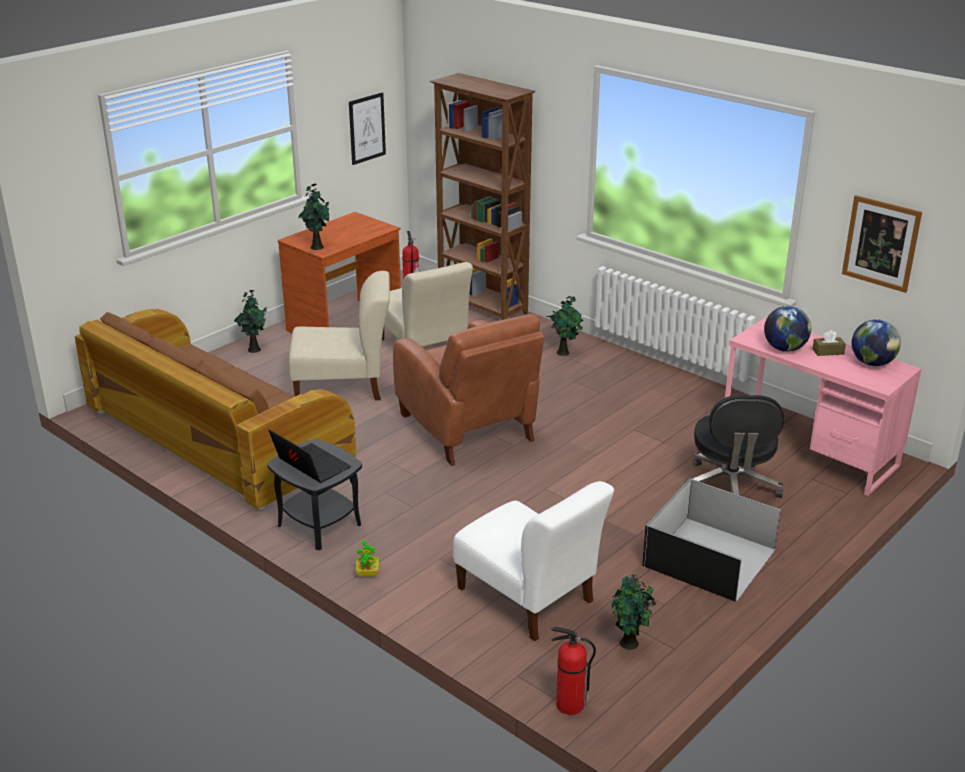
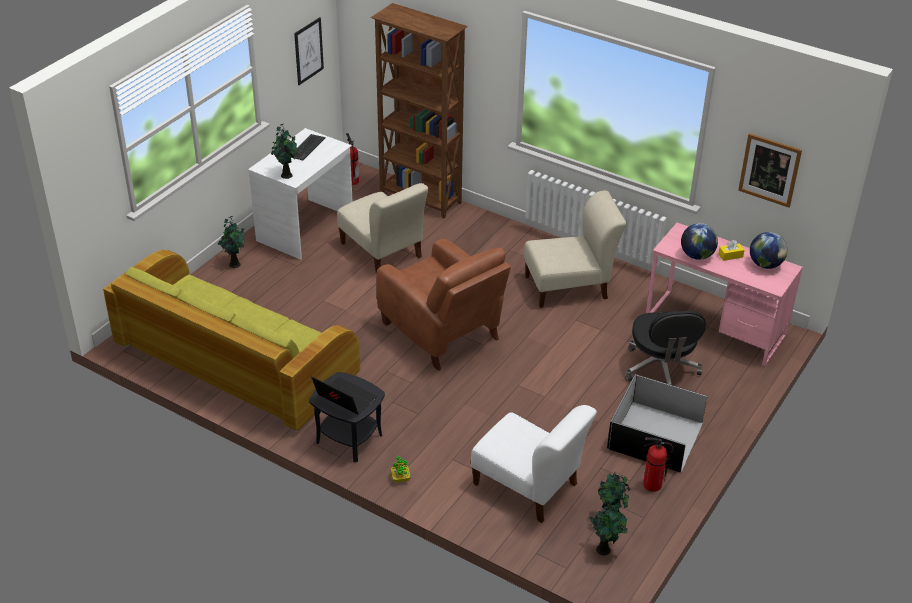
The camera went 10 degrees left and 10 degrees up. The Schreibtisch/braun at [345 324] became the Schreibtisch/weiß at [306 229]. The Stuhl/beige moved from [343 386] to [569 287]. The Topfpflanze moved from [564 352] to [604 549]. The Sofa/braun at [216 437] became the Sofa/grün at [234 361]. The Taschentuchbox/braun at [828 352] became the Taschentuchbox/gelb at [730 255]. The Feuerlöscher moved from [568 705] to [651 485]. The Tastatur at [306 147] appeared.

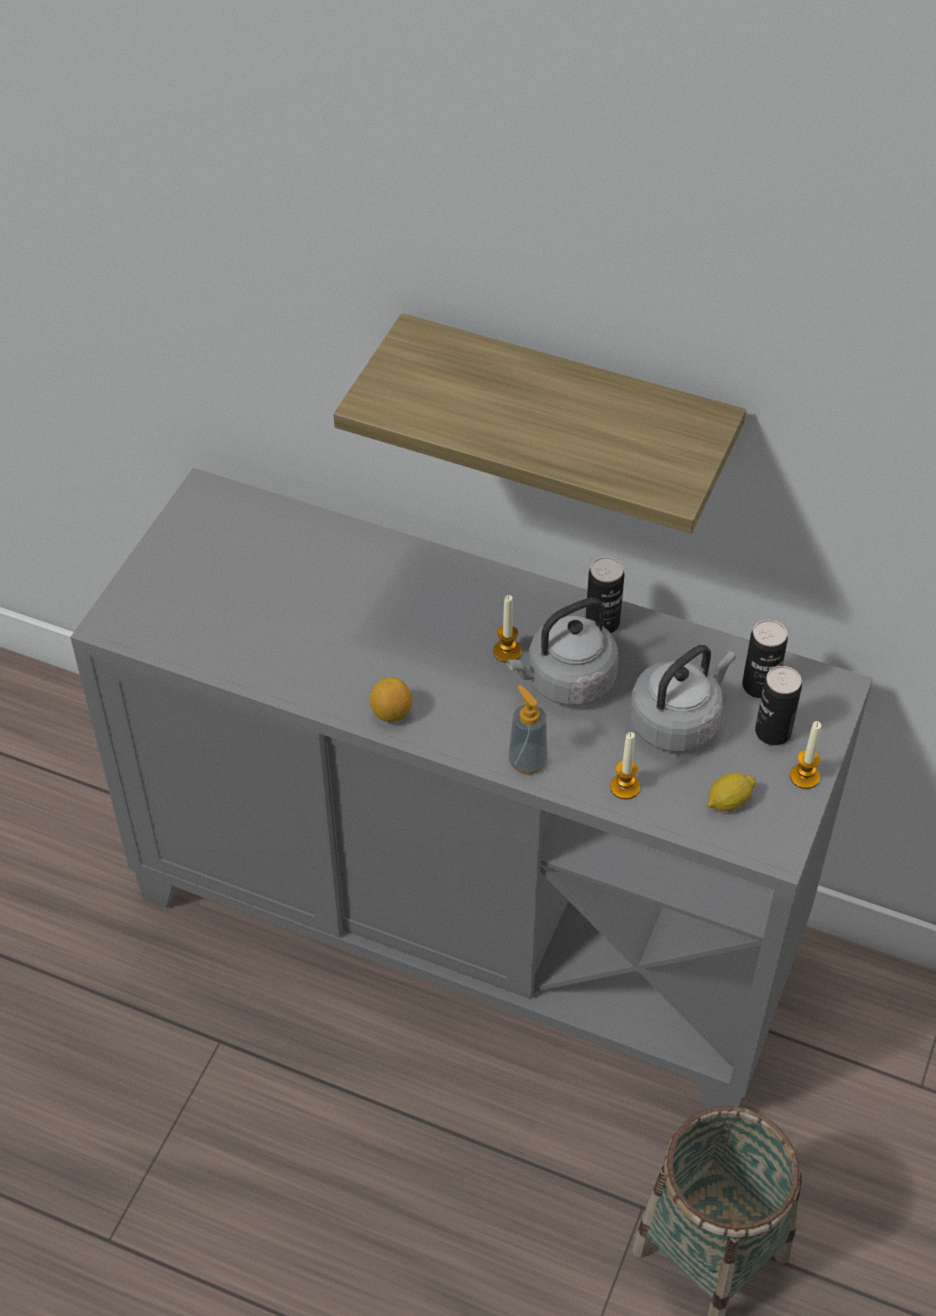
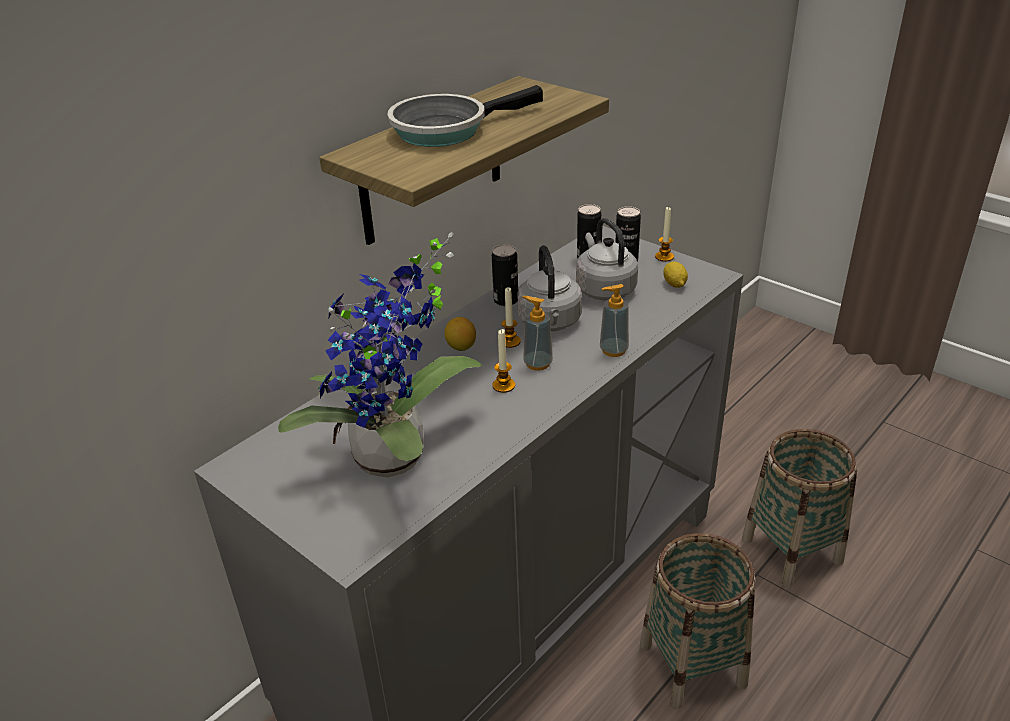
The camera went 70 degrees left and 15 degrees down. The Zitrone moved from [391 713] to [461 347]. The Kerze moved from [624 787] to [503 385]. The Pfanne at [446 129] appeared. The Topfpflanze at [395 462] appeared. The Seifenspender at [537 363] appeared. The Korb at [692 664] appeared.

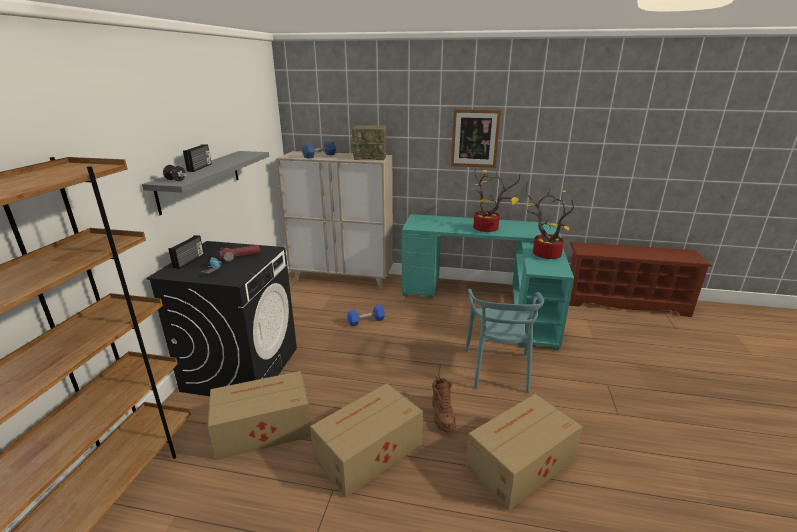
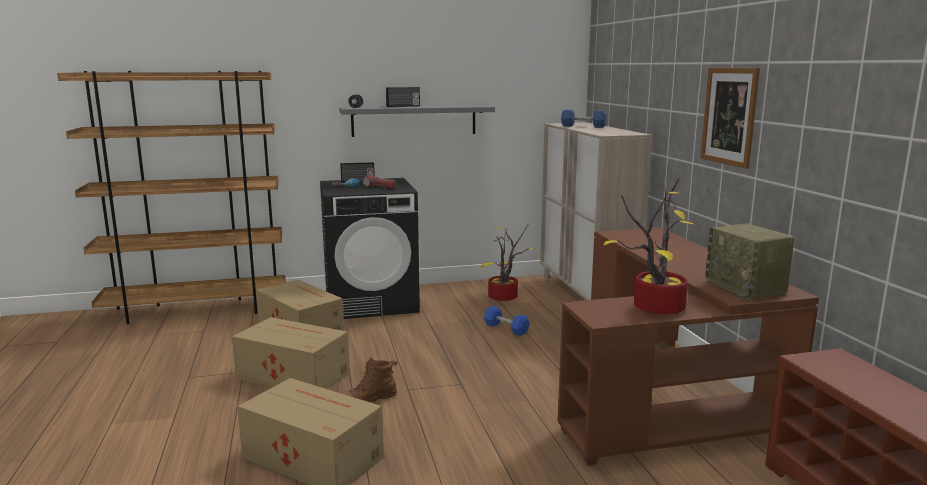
The camera went 65 degrees right and 10 degrees down. The Radio moved from [371 157] to [746 288]. The Topfpflanze moved from [488 229] to [503 298]. The Schreibtisch/türkis at [489 301] became the Schreibtisch/braun at [667 391]. The Stuhl/türkis at [498 369] disappeared.

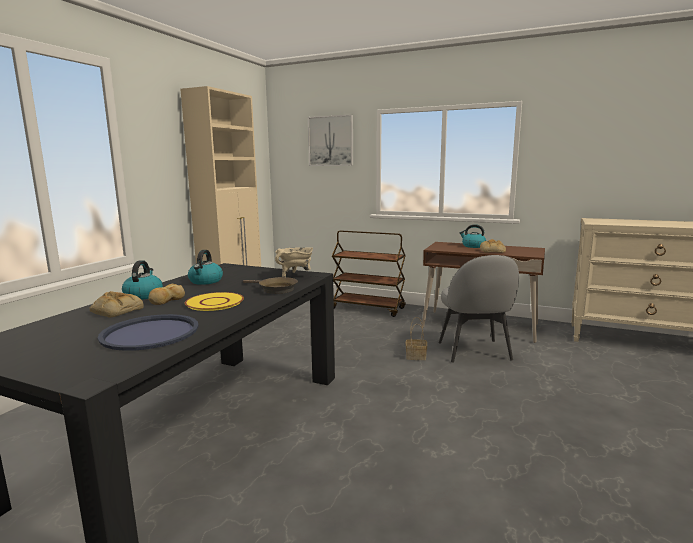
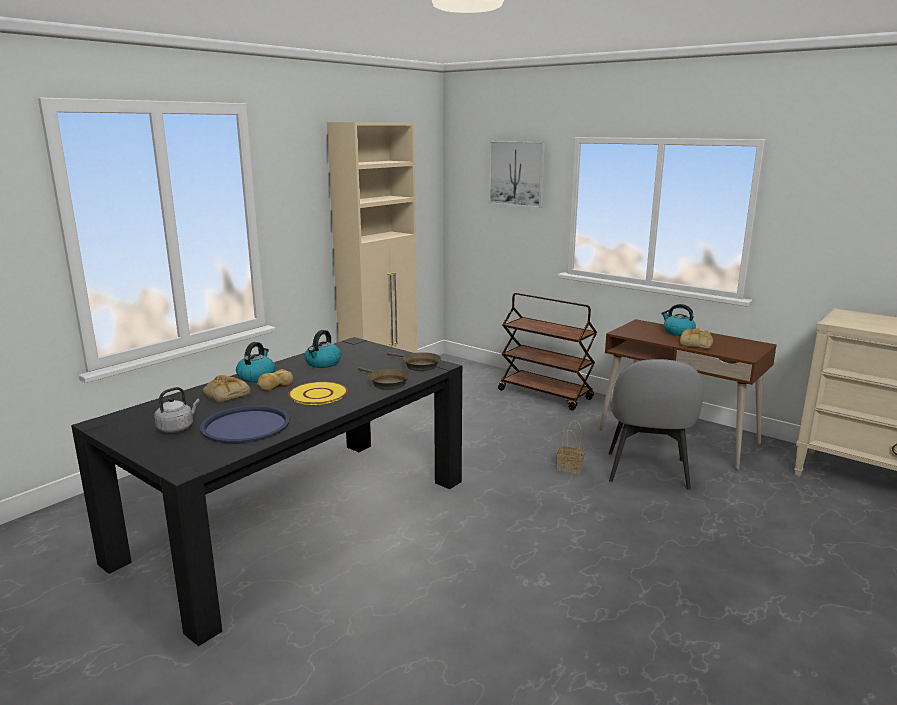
The camera went 15 degrees right and 5 degrees up. The Kochtopf/beige at [295 276] was replaced by the Pfanne/braun at [418 365]. The Wasserkessel/grau at [177 428] appeared.

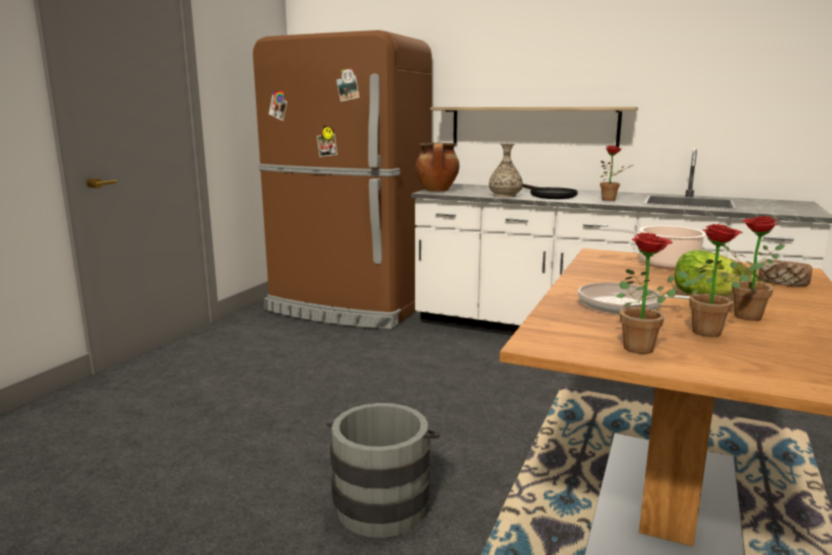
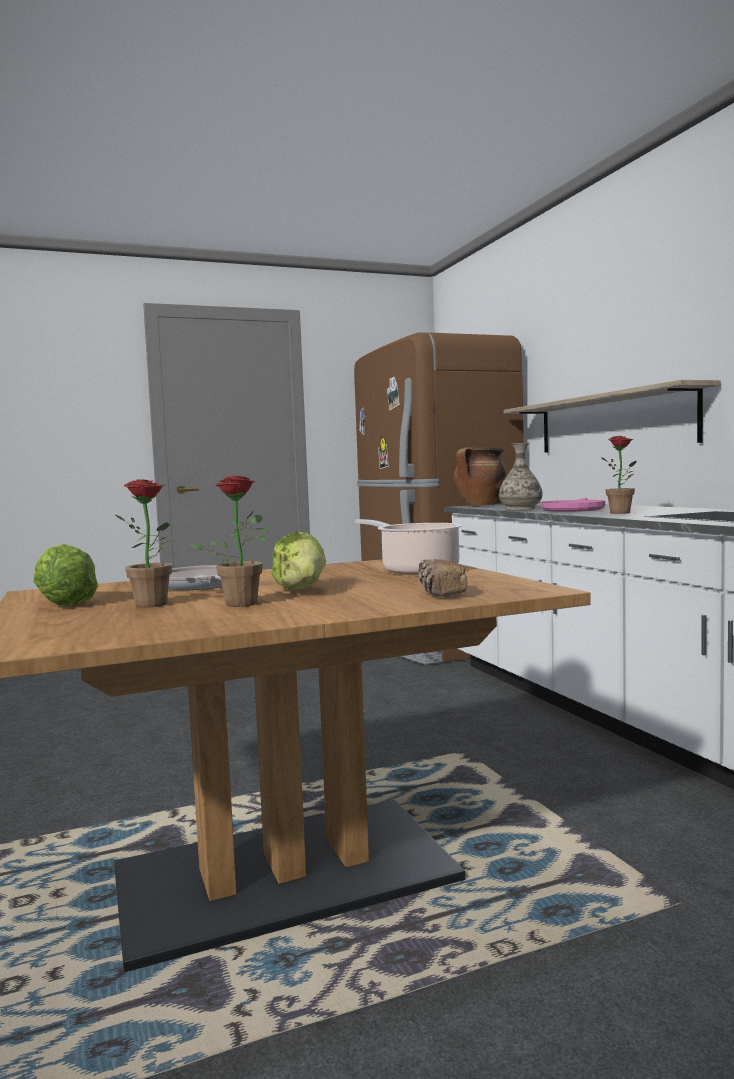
The camera went 45 degrees right and 10 degrees down. The Pfanne/schwarz at [549 195] became the Pfanne/rosa at [573 509]. The Topfpflanze at [645 349] was replaced by the Salatkopf at [64 603]. The Eimer/grau at [383 502] disappeared.

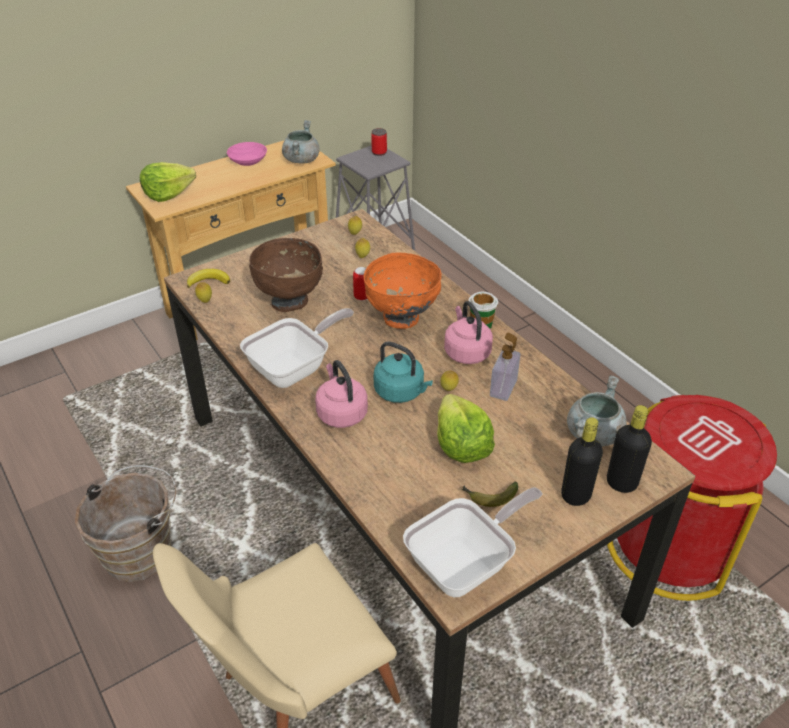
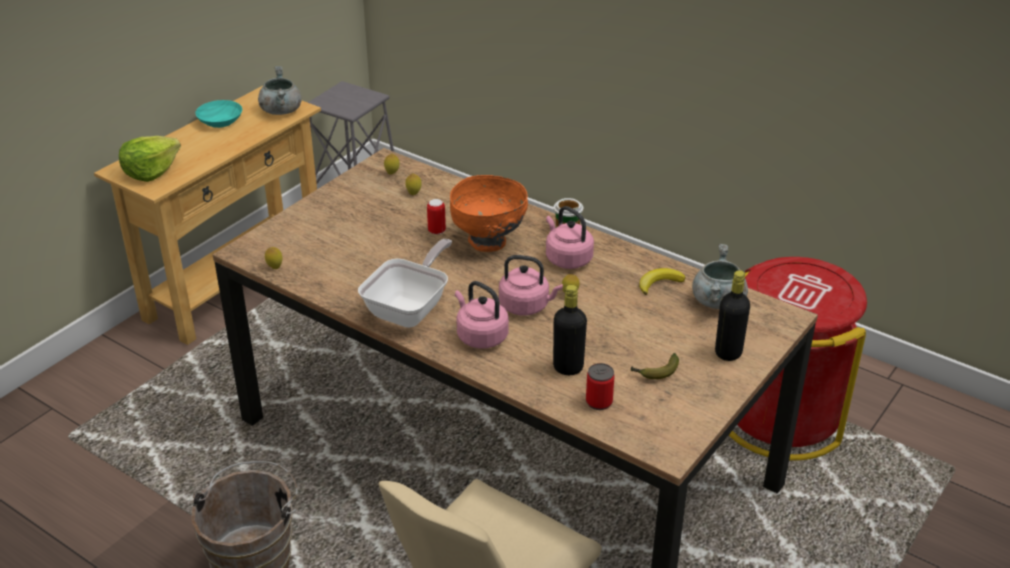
The camera went 20 degrees left and 5 degrees down. The Dose moved from [379 152] to [599 402]. The Schüssel/rosa at [249 160] became the Schüssel/türkis at [221 121]. The Schüssel/braun at [290 301] disappeared. The Banane moved from [208 281] to [659 283]. The Seifenspender at [503 388] disappeared. The Wasserkessel/türkis at [401 392] became the Wasserkessel/rosa at [527 306]. The Salatkopf at [461 445] disappeared. The Flasche/schwarz moved from [621 483] to [568 367]. The Pfanne at [466 564] disappeared.

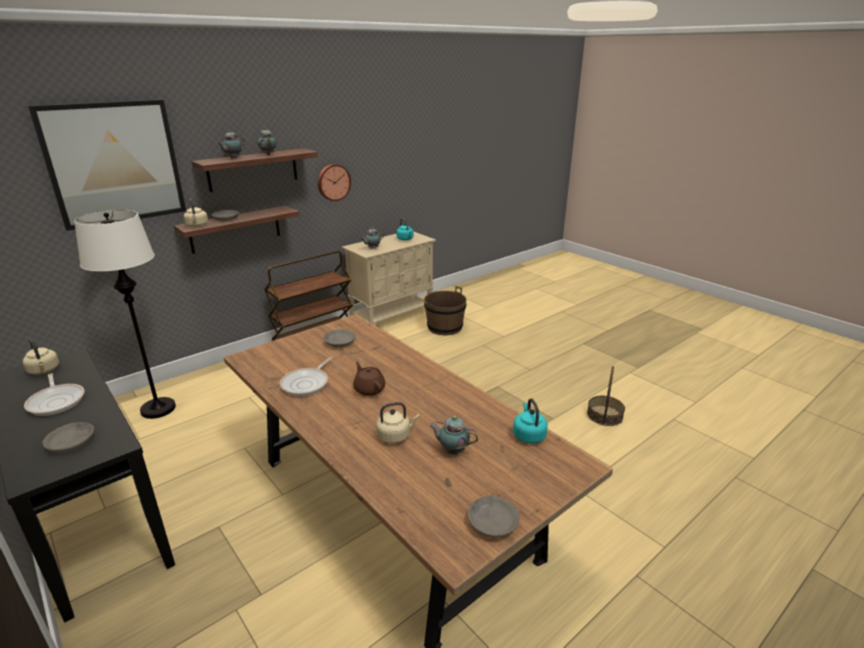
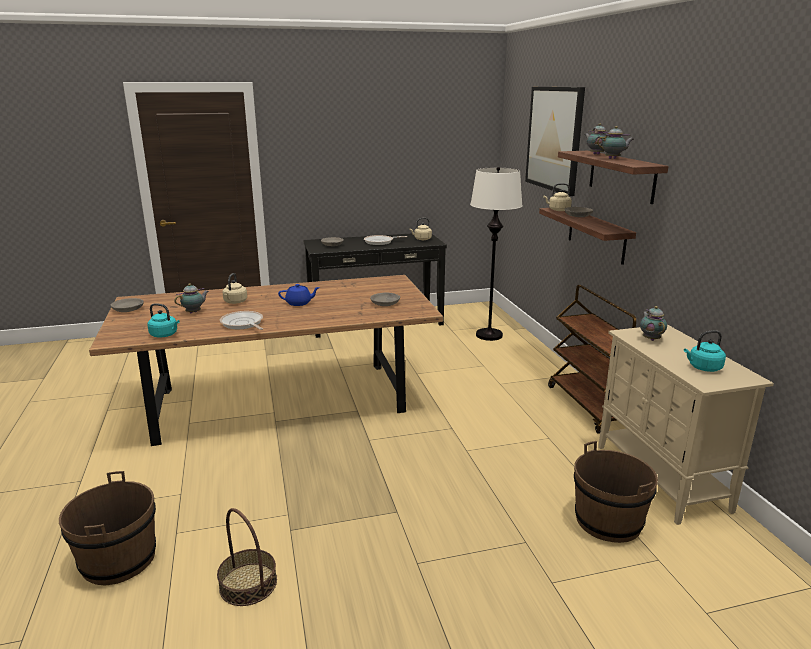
The camera went 115 degrees right and 5 degrees down. The Wanduhr at [333 182] disappeared. The Pfanne moved from [307 383] to [243 324]. The Teekanne/braun at [369 389] became the Teekanne/blau at [299 303]. The Eimer/braun at [118 559] appeared.

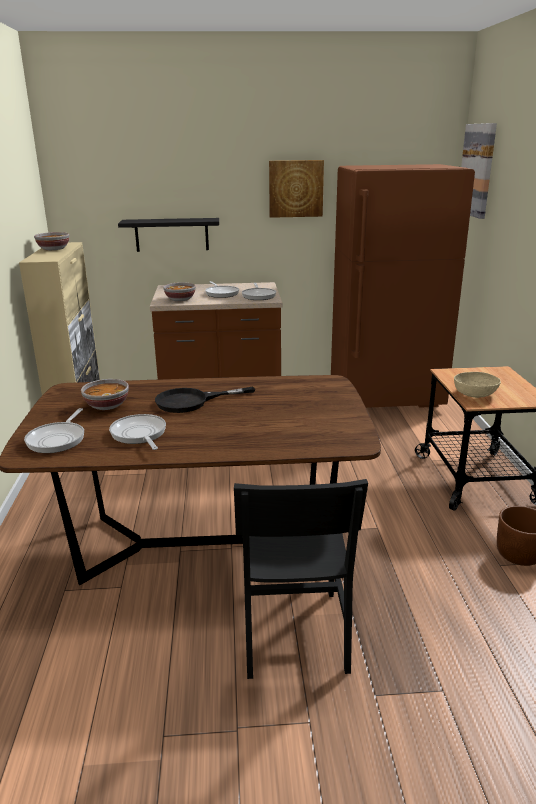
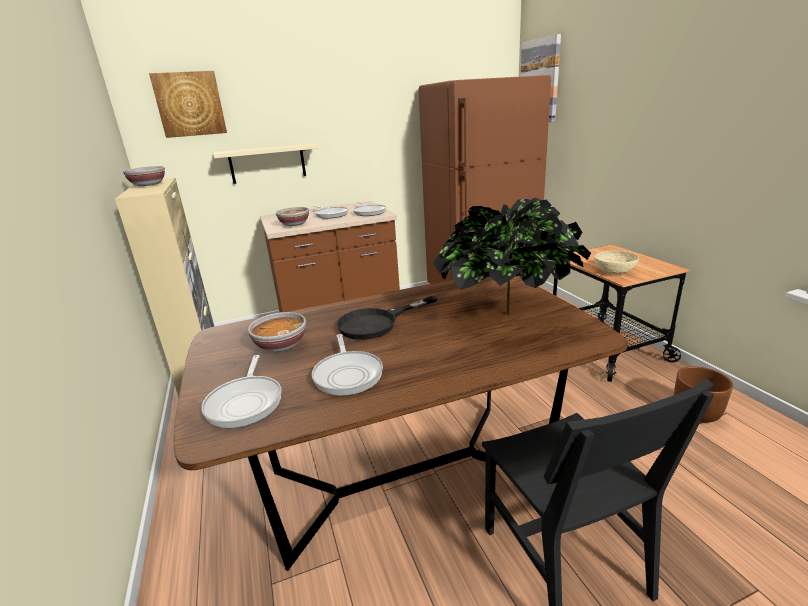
The camera went 15 degrees left and 0 degrees up. The Bild moved from [296 188] to [190 104]. The Wandregal/schwarz at [172 234] became the Wandregal/beige at [267 163]. The Pfanne at [139 434] turned 150 degrees counterclockwise. The Topfpflanze at [507 315] appeared.

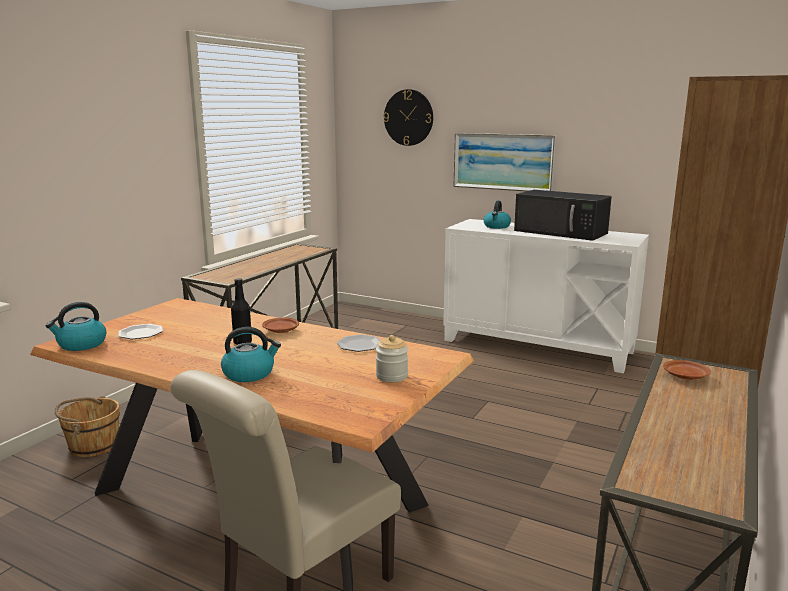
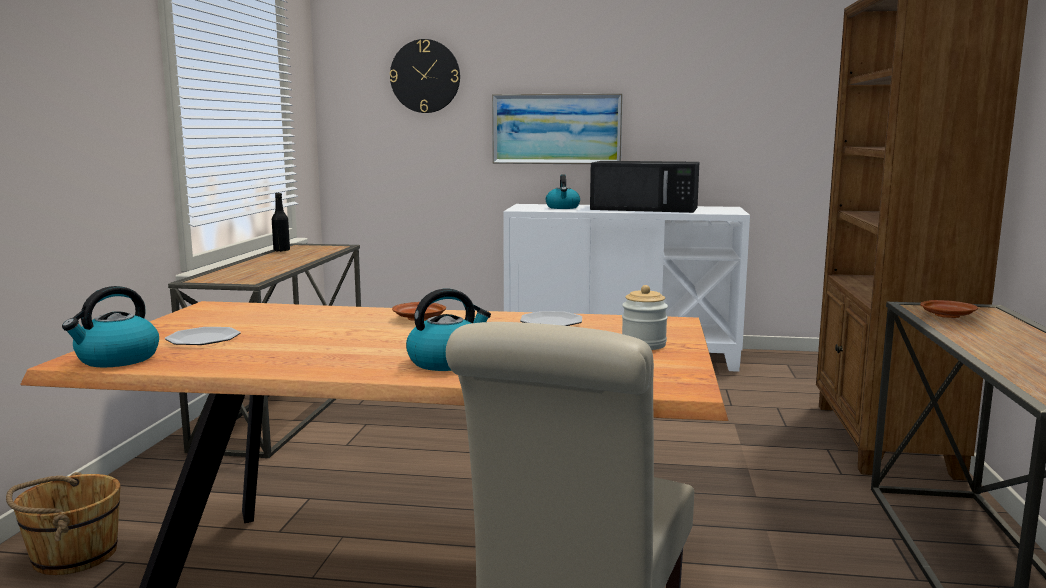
The camera went 20 degrees left and 5 degrees down. The Flasche/schwarz moved from [242 342] to [281 250].

